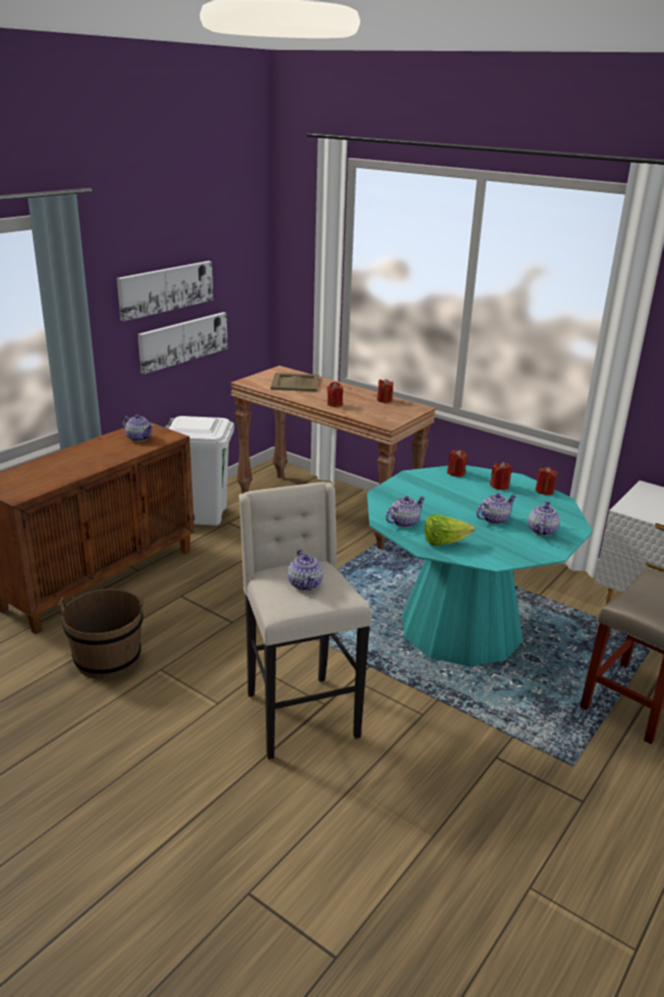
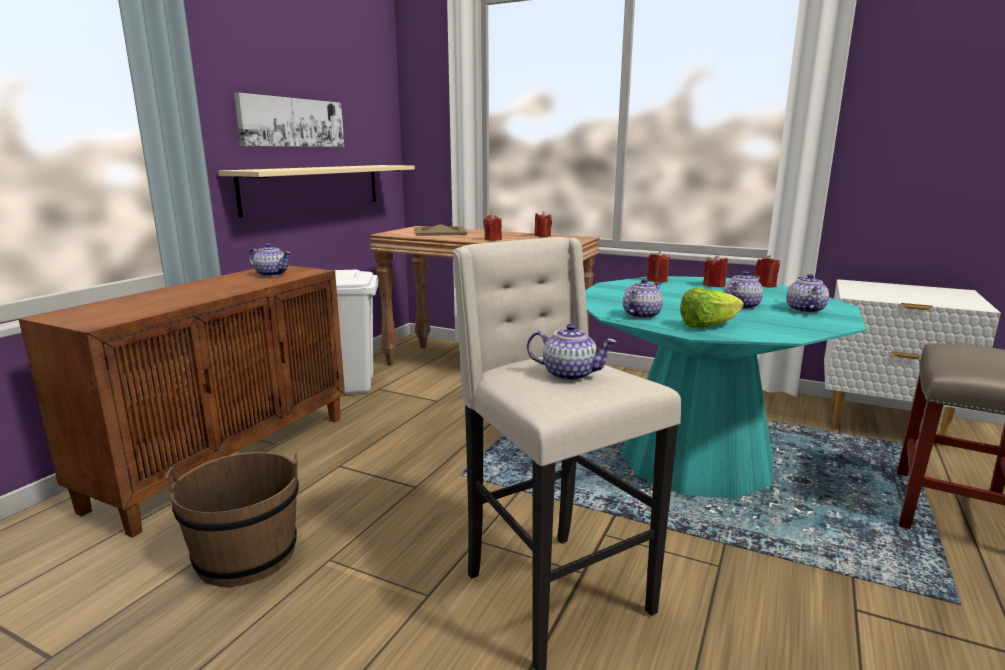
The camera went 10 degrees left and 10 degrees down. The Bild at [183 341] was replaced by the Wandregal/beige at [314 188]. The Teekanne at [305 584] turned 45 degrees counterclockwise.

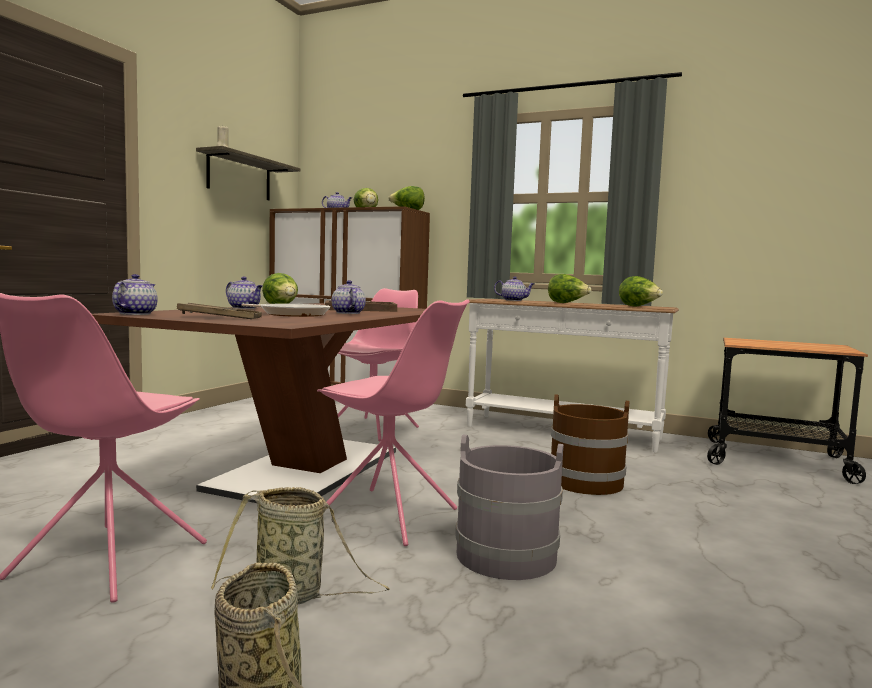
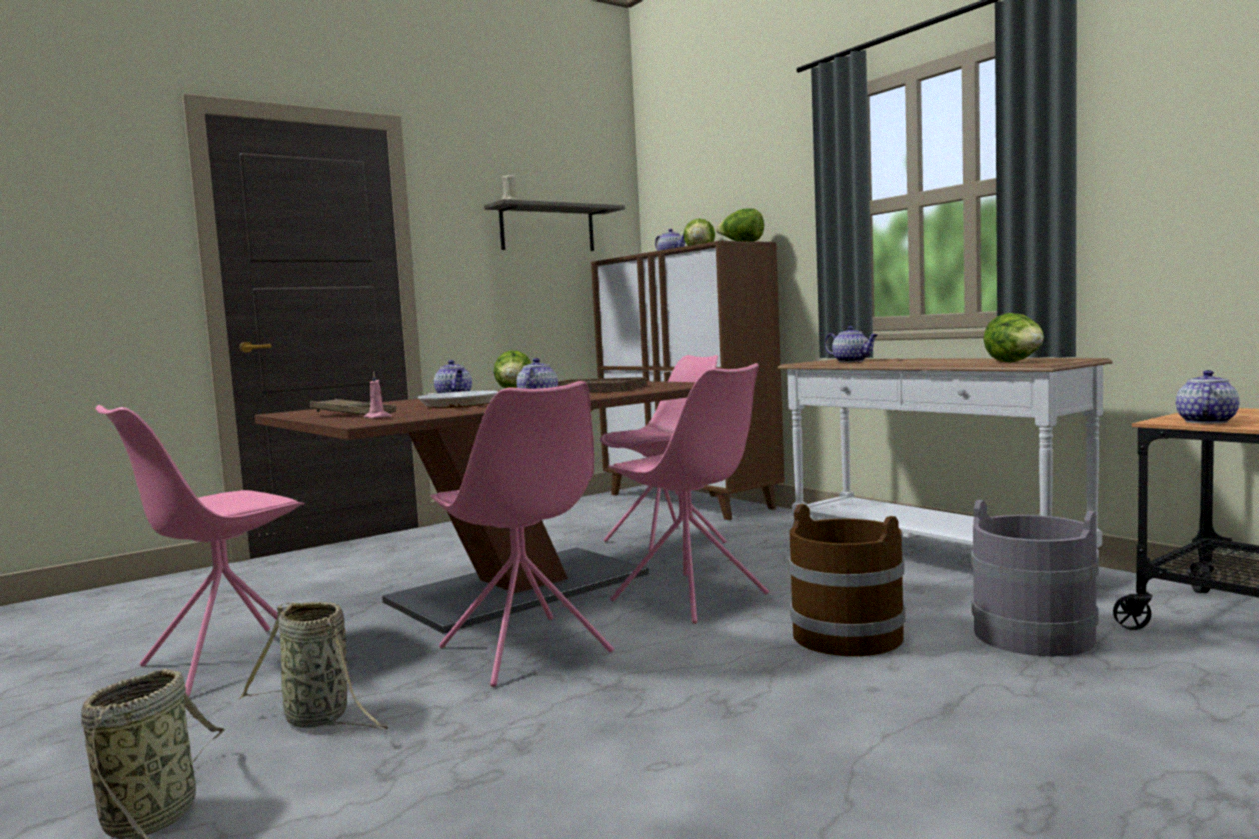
The camera went 30 degrees right and 0 degrees up. The Teekanne moved from [135 314] to [1205 421]. The Salatkopf at [567 303] disappeared. The Eimer/grau moved from [507 555] to [1034 635]. The Stuhl/rosa at [691 598] appeared. The Kerze/rosa at [378 417] appeared.

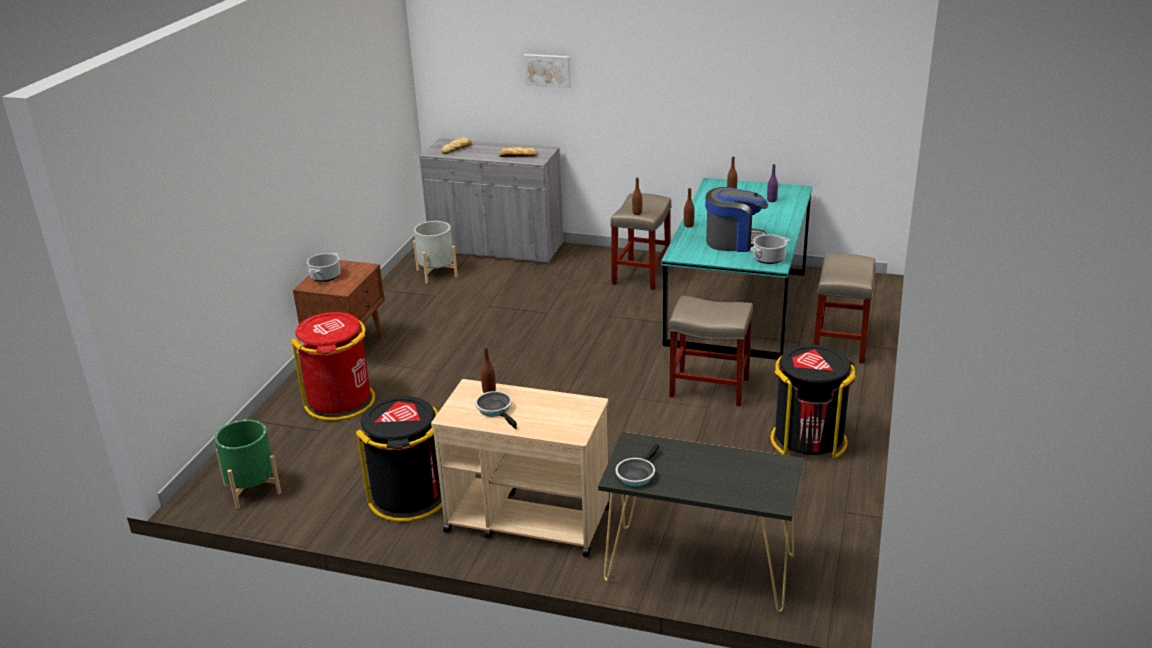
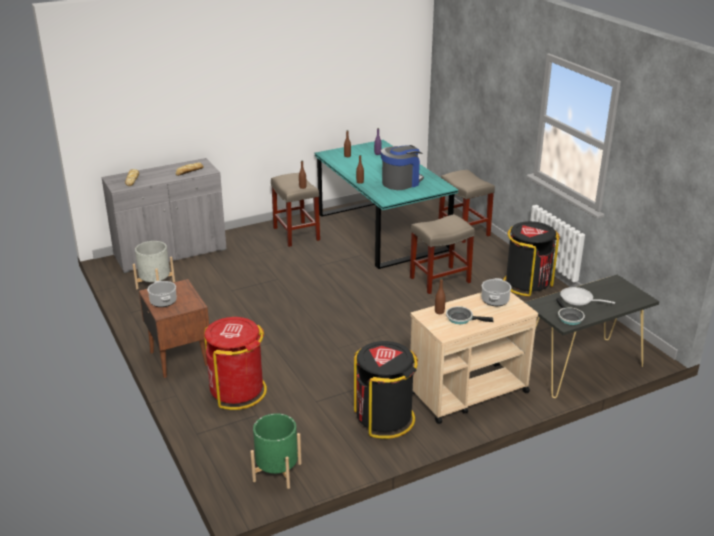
The camera went 45 degrees left and 0 degrees up. The Bild at [547 70] disappeared. The Kochtopf moved from [769 259] to [495 301]. The Pfanne at [579 299] appeared.

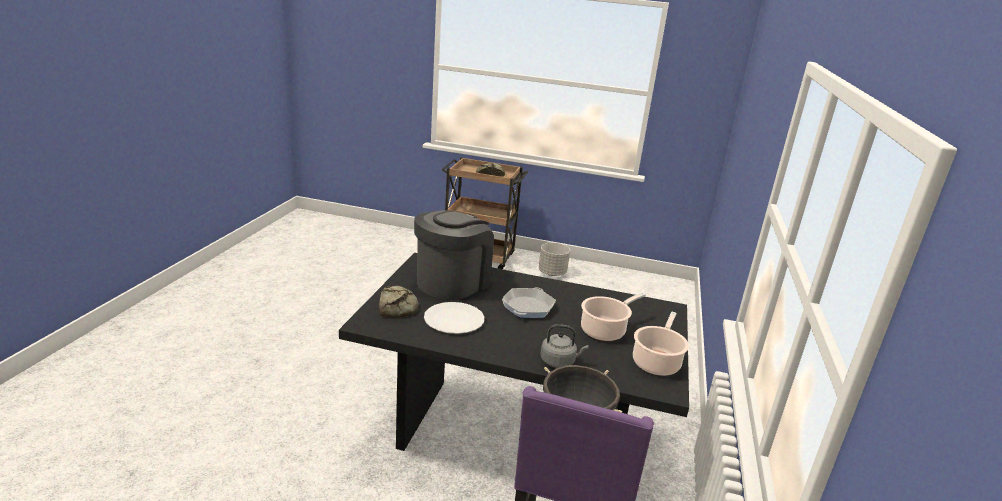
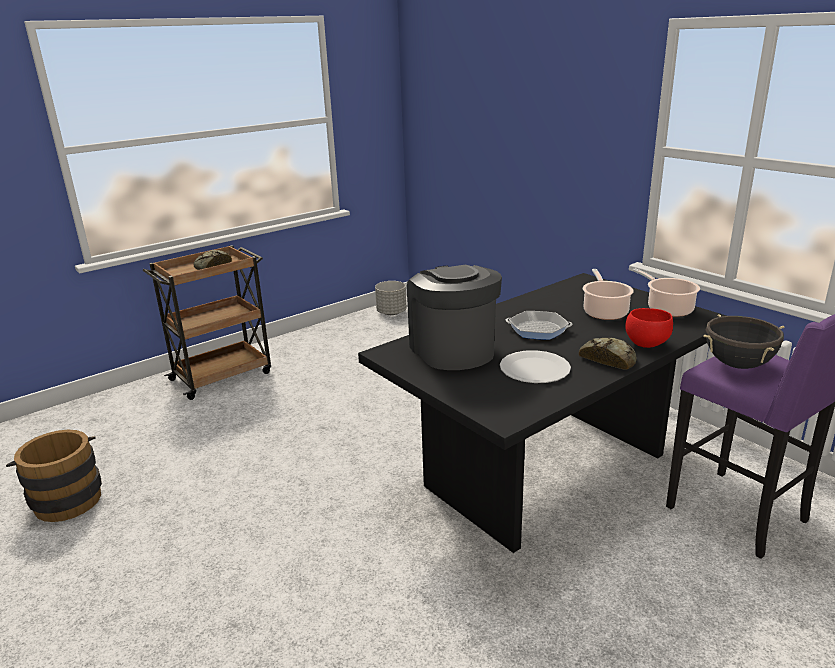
The camera went 50 degrees left and 0 degrees up. The Pflanzkübel/grau moved from [552 273] to [391 312]. The Brot moved from [397 307] to [608 359]. The Pfanne at [528 307] turned 45 degrees counterclockwise. The Wasserkessel/grau at [559 362] was replaced by the Schüssel/rot at [646 343]. The Eimer/braun at [66 498] appeared.

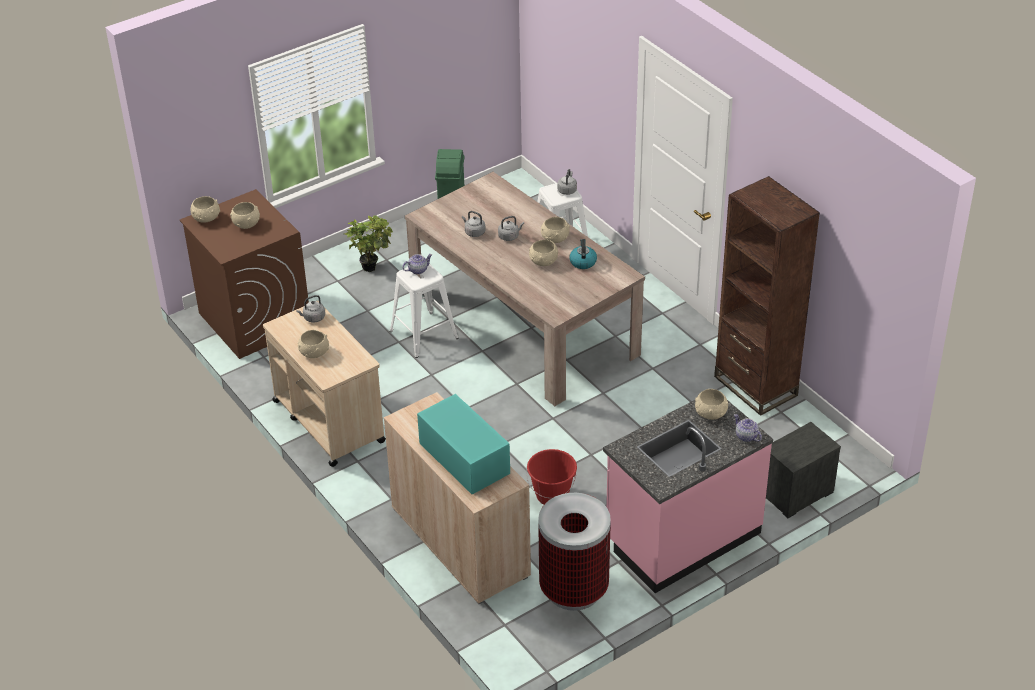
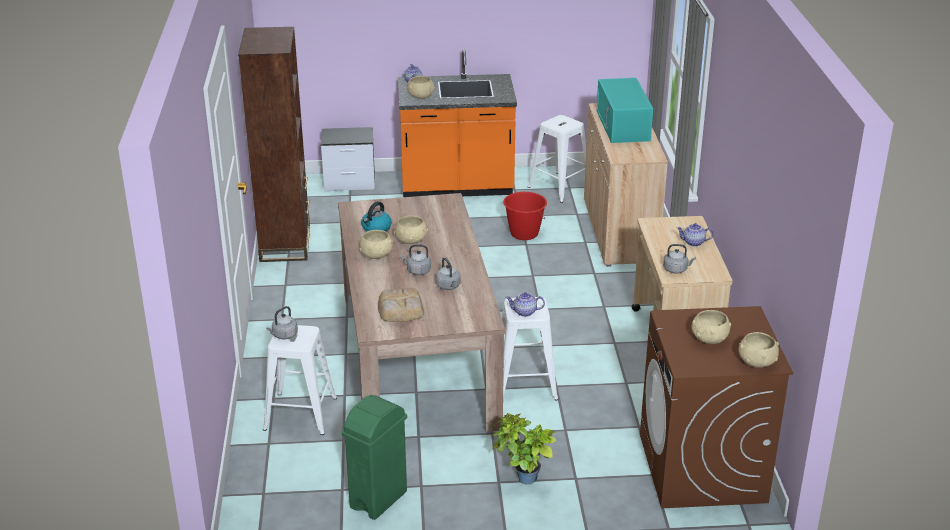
The camera went 150 degrees left and 10 degrees down. The Schüssel/beige at [314 352] was replaced by the Teekanne at [693 243]. The Küchenzeile/rosa at [682 537] became the Küchenzeile/orange at [456 187]. The Mülleimer at [574 589] was replaced by the Hocker/weiß at [559 186]. The Brot at [400 309] appeared.

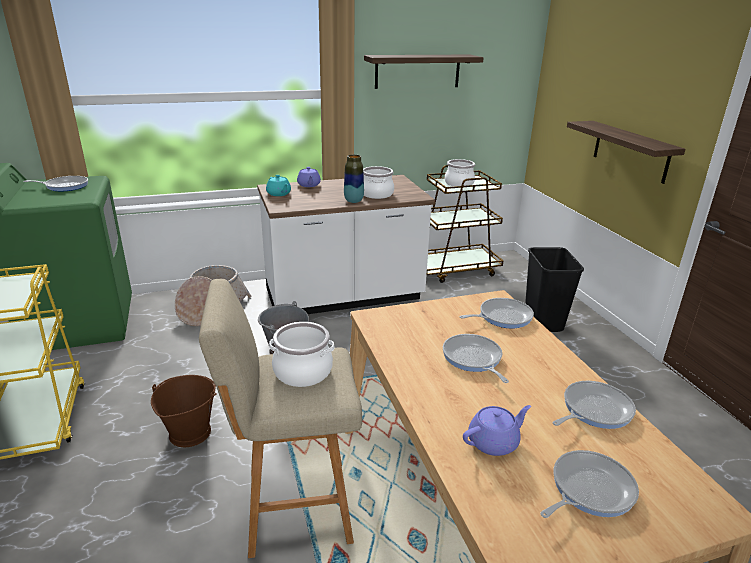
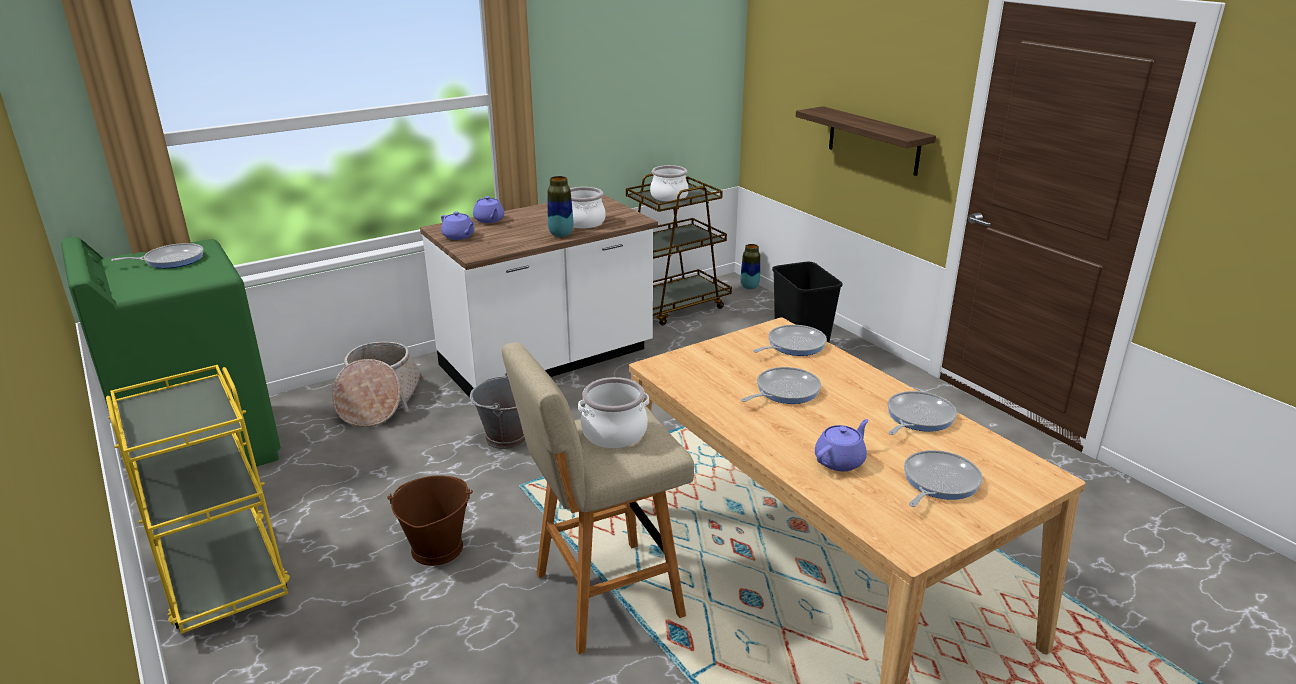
The camera went 15 degrees left and 0 degrees up. The Wandregal at [417 71] disappeared. The Teekanne/türkis at [279 194] became the Teekanne/lila at [459 236]. The Pfanne at [473 359] turned 90 degrees clockwise. The Vase at [749 287] appeared.

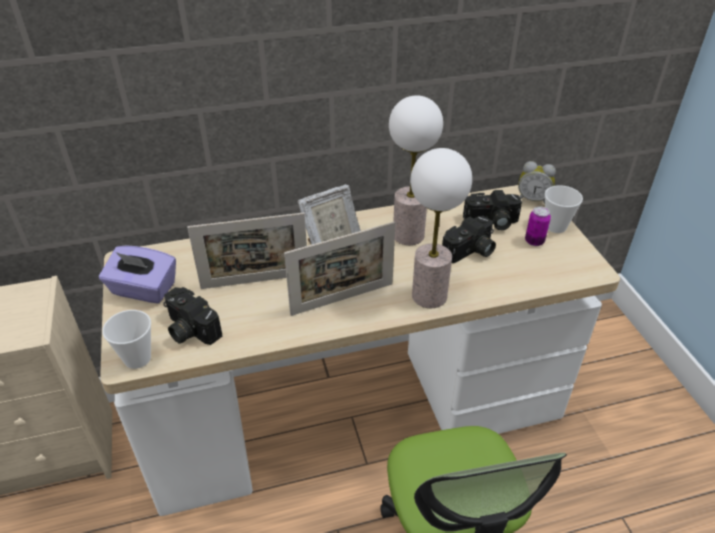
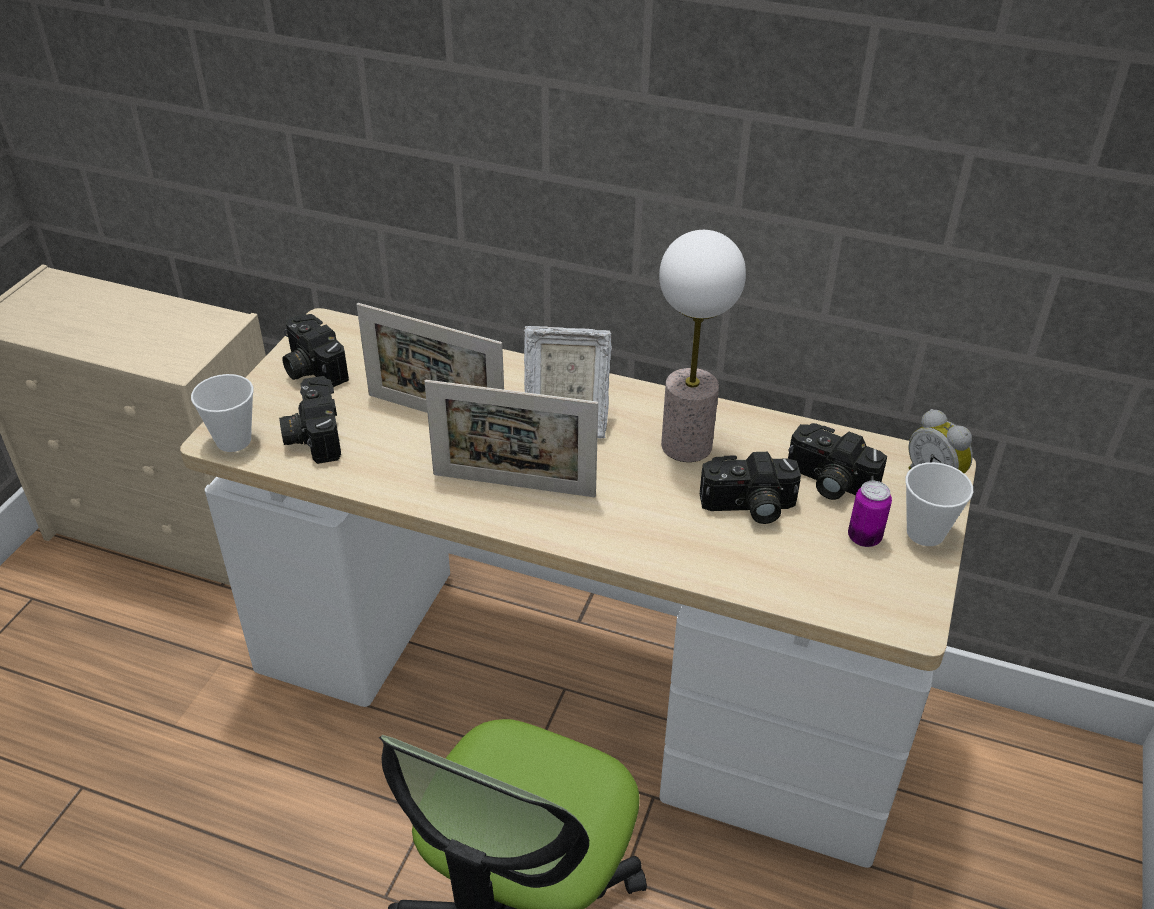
The camera went 35 degrees right and 0 degrees up. The Tischlampe at [429 296] disappeared. The Taschentuchbox/lila at [143 290] was replaced by the Kamera at [310 368].

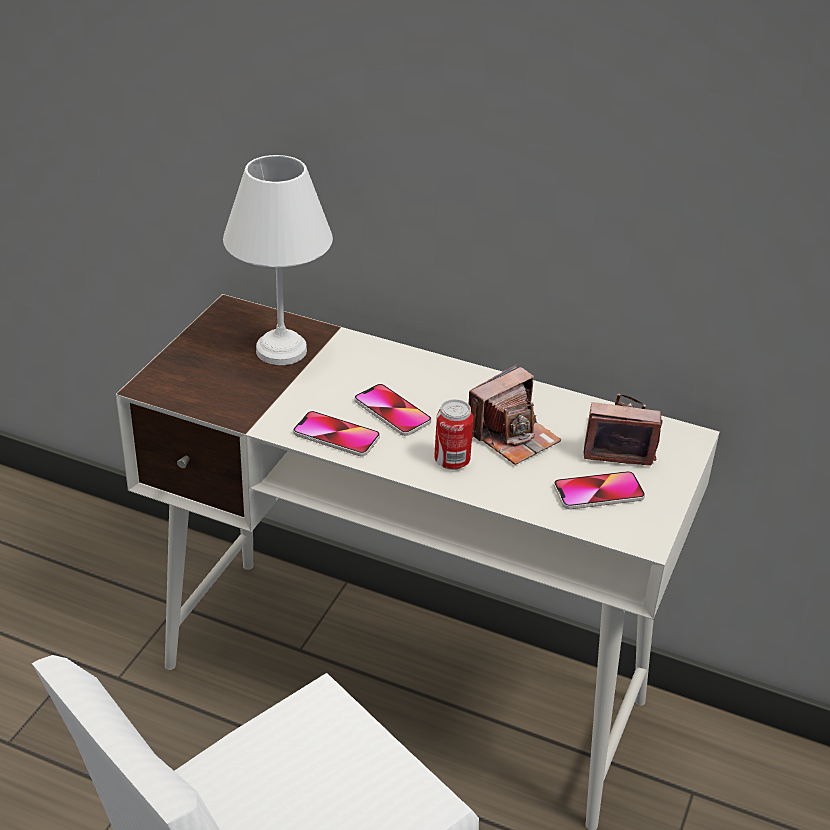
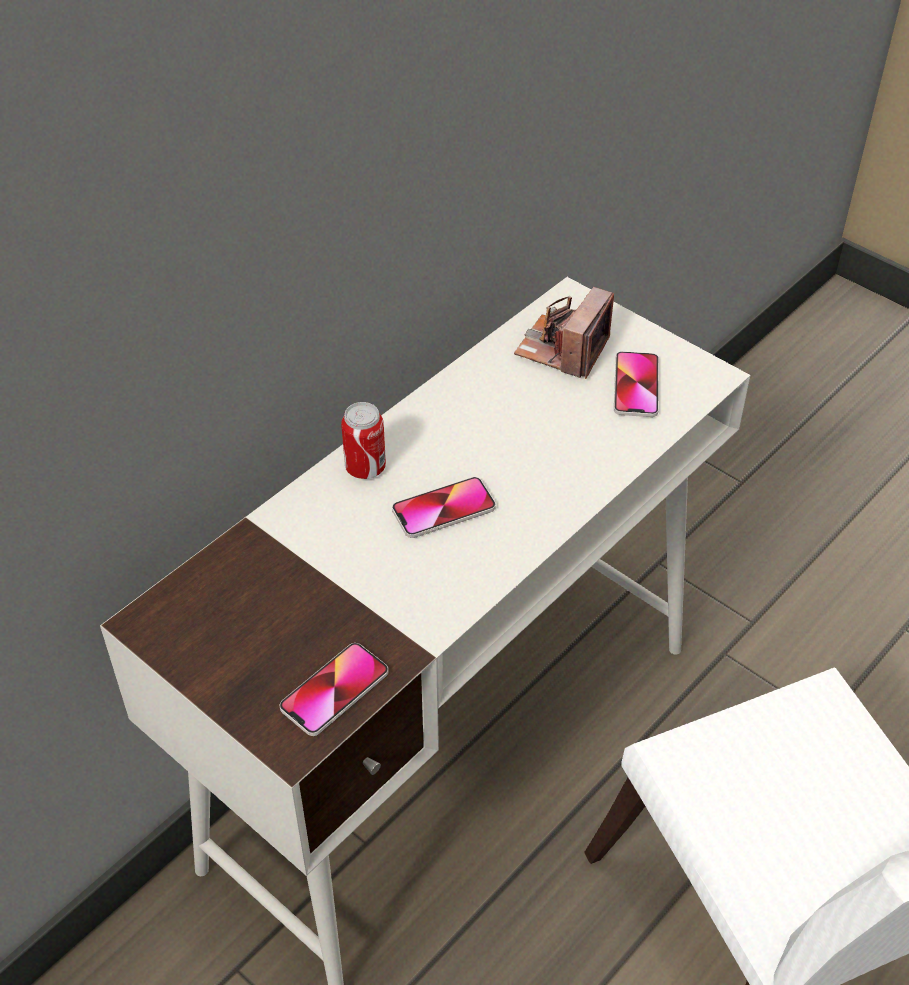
The camera went 70 degrees left and 10 degrees up. The Tischlampe/weiß at [284 350] disappeared. The Kamera at [512 436] disappeared. The Dose moved from [452 461] to [365 468]. The Handy moved from [336 435] to [334 690].

